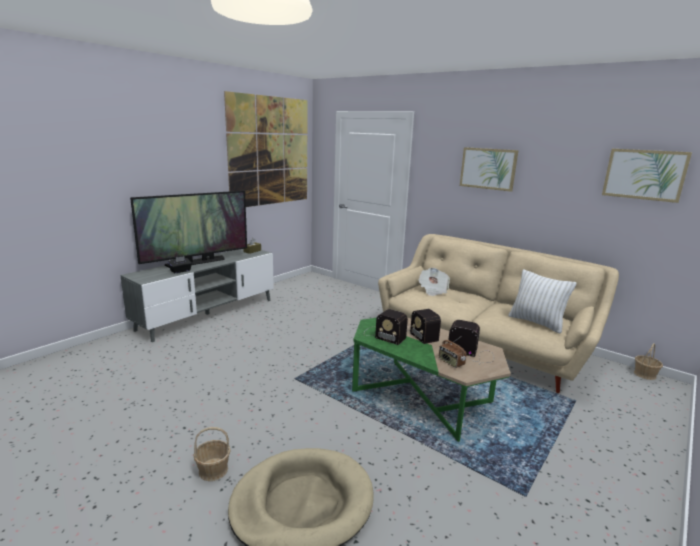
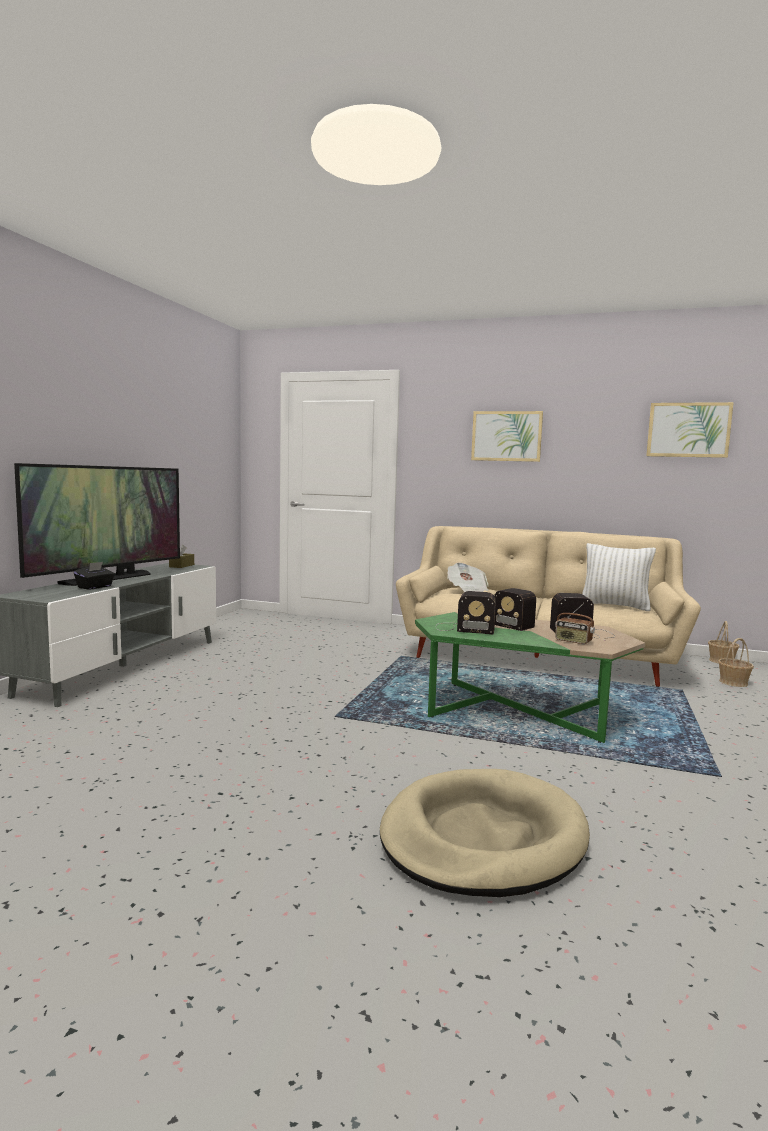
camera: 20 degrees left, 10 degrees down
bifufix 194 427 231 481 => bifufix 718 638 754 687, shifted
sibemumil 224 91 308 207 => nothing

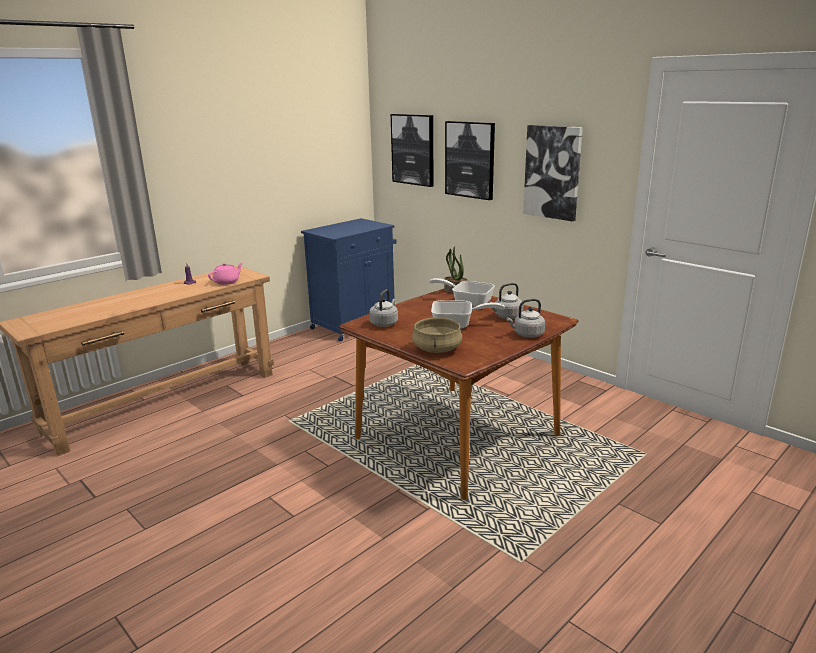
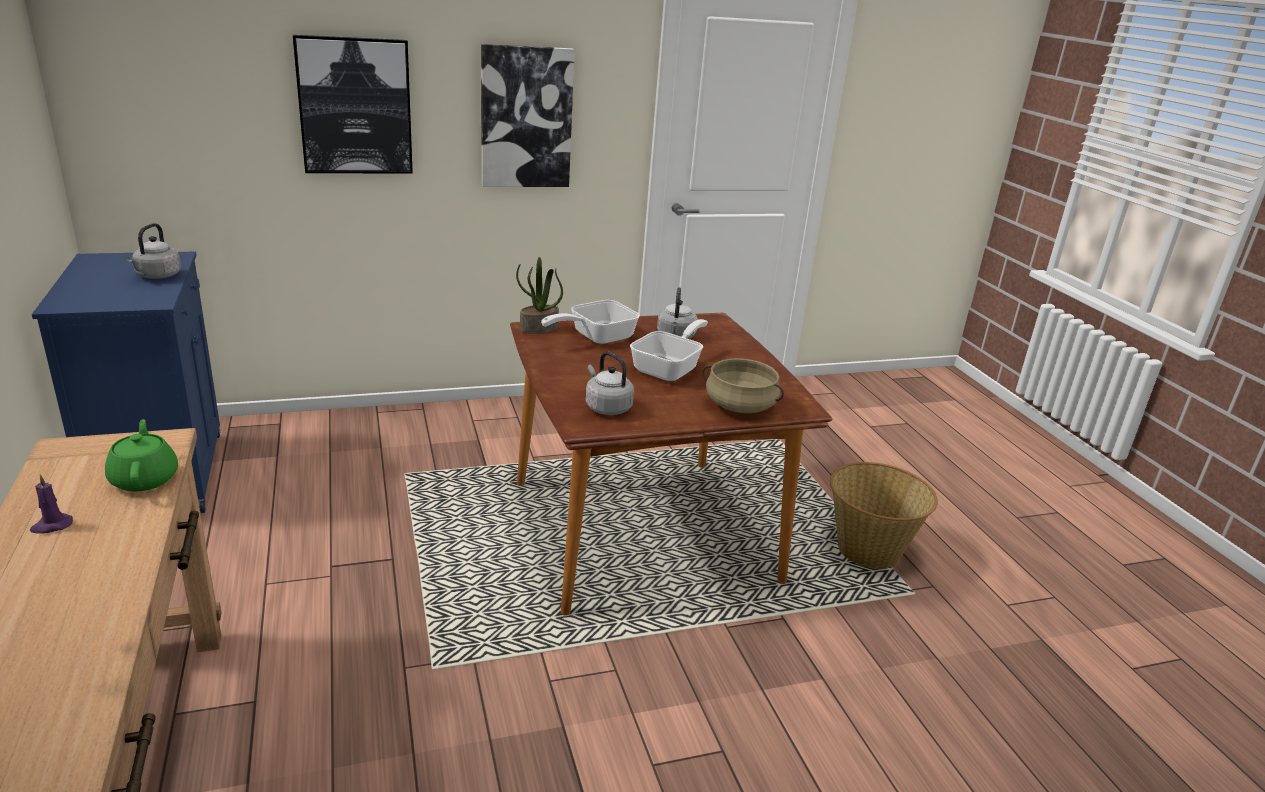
camera: 65 degrees left, 5 degrees up
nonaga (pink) 208 262 243 285 => nonaga (green) 105 419 178 492
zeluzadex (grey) 507 299 545 338 => zeluzadex (grey) 127 223 181 279, shifted
nothing => bifufix 830 462 938 569
sibemumil 391 114 434 187 => nothing

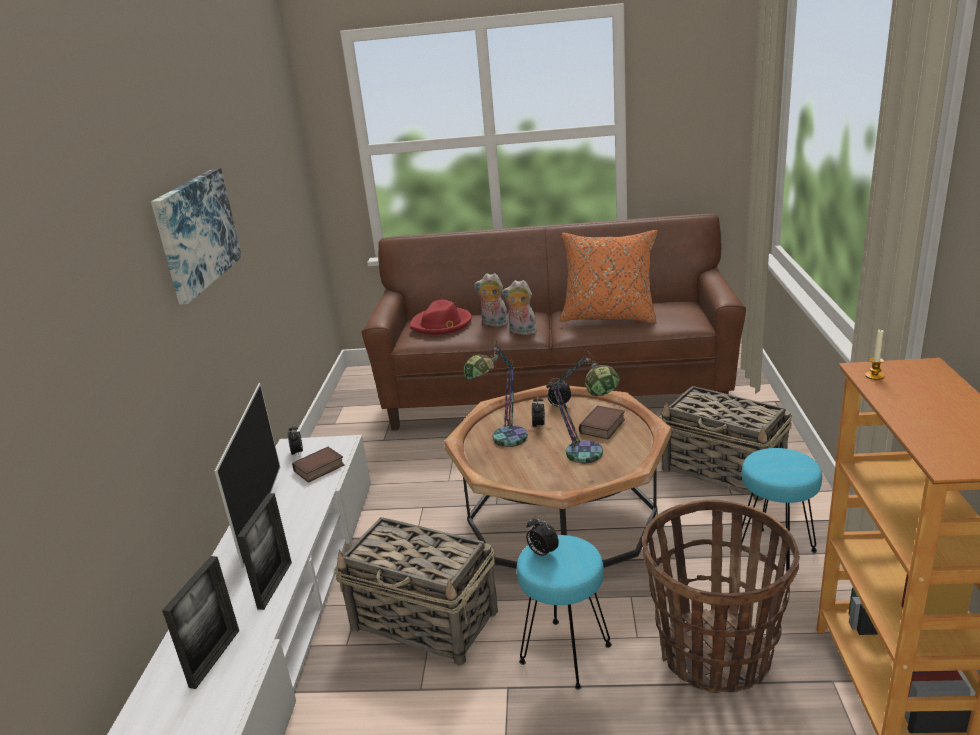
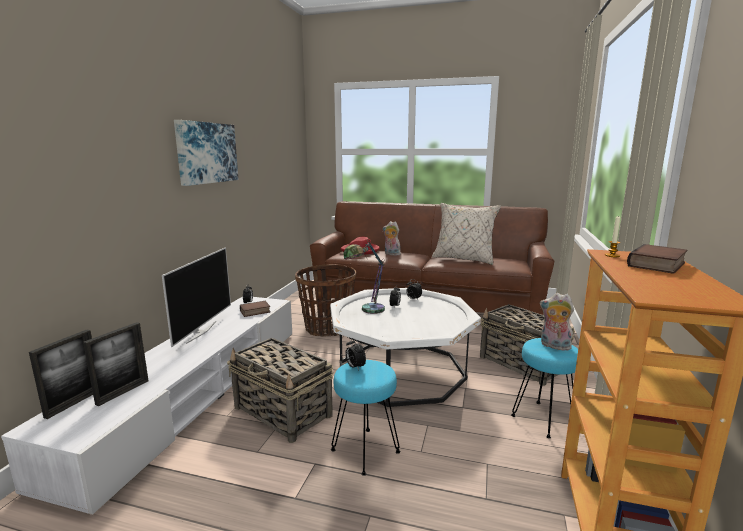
camera: 10 degrees right, 10 degrees down
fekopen 237 493 292 610 => fekopen 29 330 93 419, shifted
bifufix 642 499 800 693 => bifufix 295 264 356 337, shifted
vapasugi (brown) 444 385 671 569 => vapasugi (white) 330 288 481 407
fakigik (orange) 560 230 658 324 => fakigik (beige) 432 203 501 265
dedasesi 502 280 537 335 => dedasesi 540 293 574 351, shifted
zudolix 579 405 625 439 => zudolix 627 244 687 274, shifted
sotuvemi 550 350 620 464 => nothing

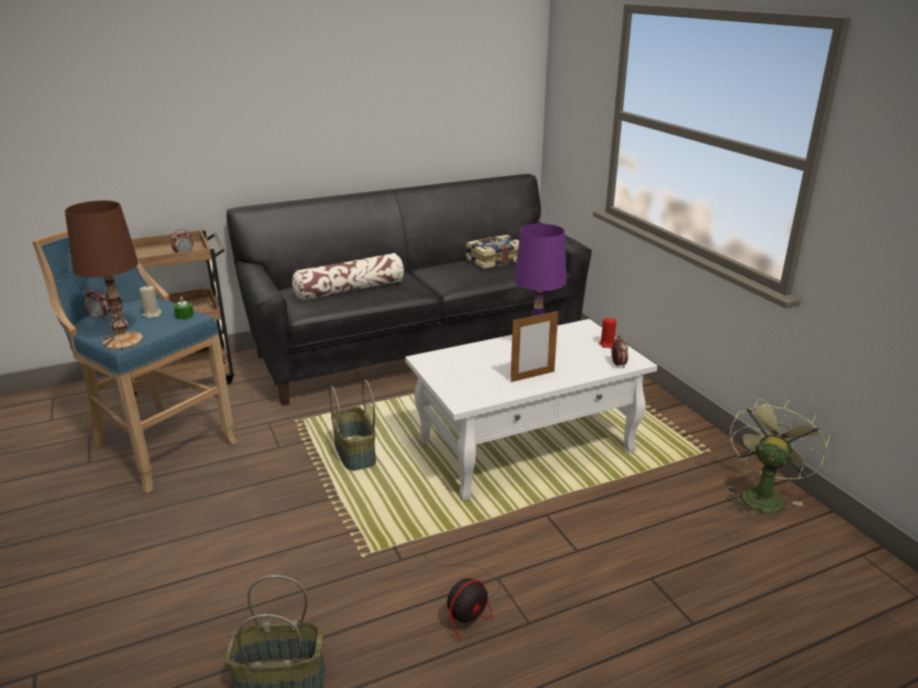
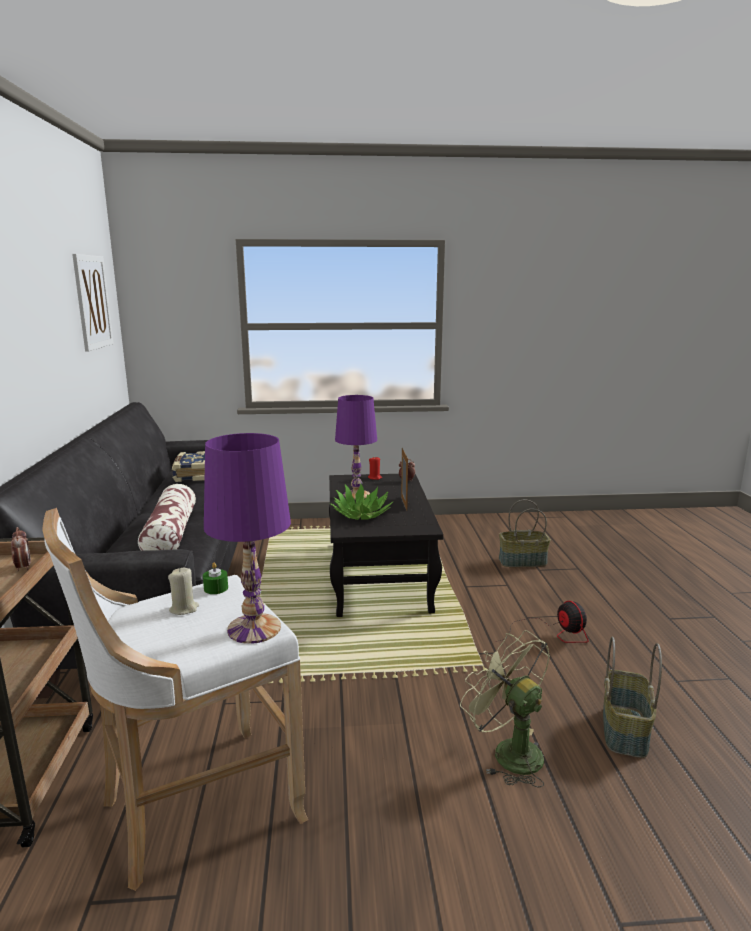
camera: 70 degrees left, 10 degrees down
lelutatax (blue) 32 220 238 493 => lelutatax (white) 42 508 308 891
nothing => sibemumil 72 254 114 352
sotuvemi (brown) 65 200 143 349 => sotuvemi (purple) 204 433 291 644
vapasugi (white) 405 319 658 500 => vapasugi (black) 329 474 443 617
nothing => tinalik 330 483 394 520
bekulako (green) 727 398 830 516 => bekulako (green) 460 630 550 788, shifted
bifufix 329 379 376 471 => bifufix 499 500 551 567, shifted
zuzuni 84 288 109 320 => nothing

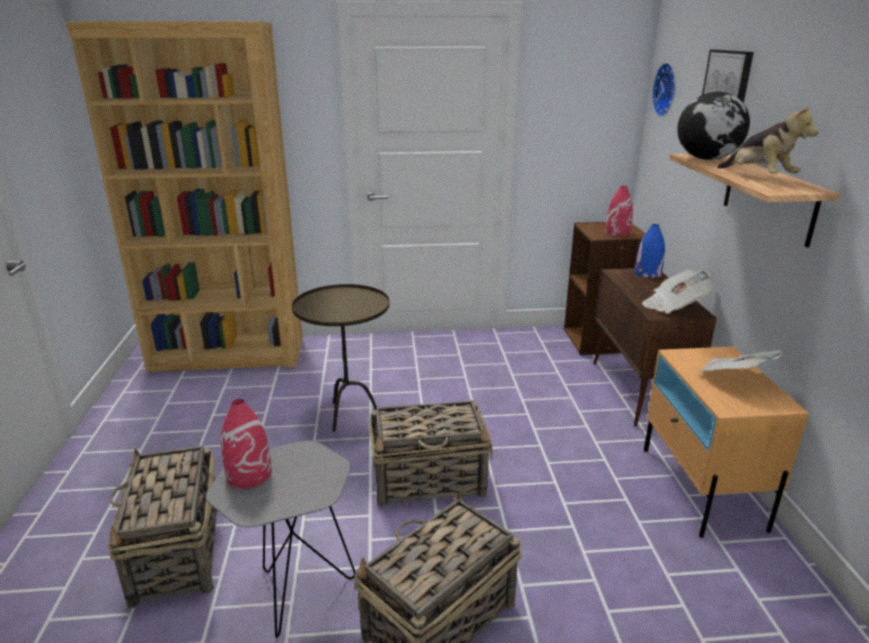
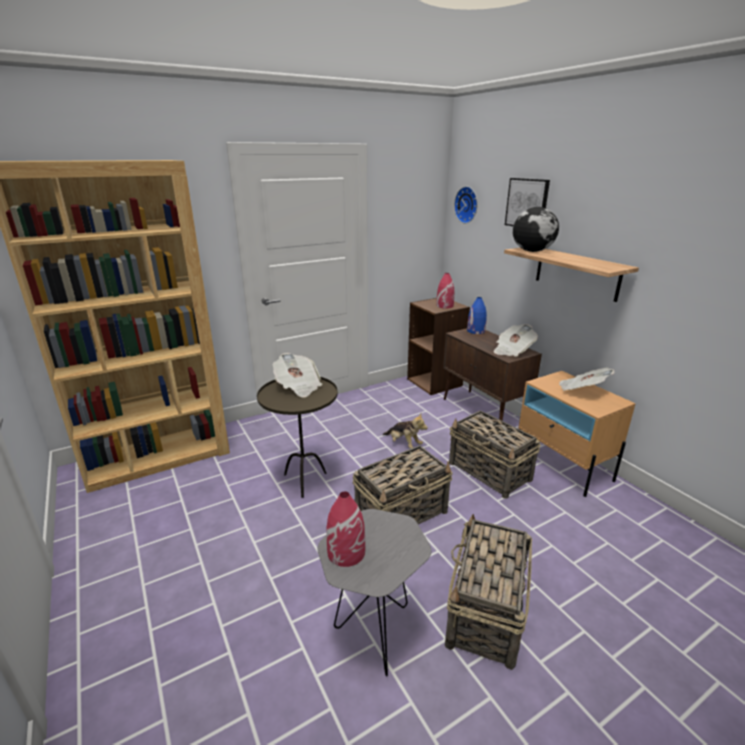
camera: 25 degrees left, 0 degrees up
nothing => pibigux 272 353 322 398
dedasesi 717 103 818 174 => dedasesi 383 414 428 449, shifted
bifufix 108 446 217 608 => bifufix 449 410 541 499, shifted

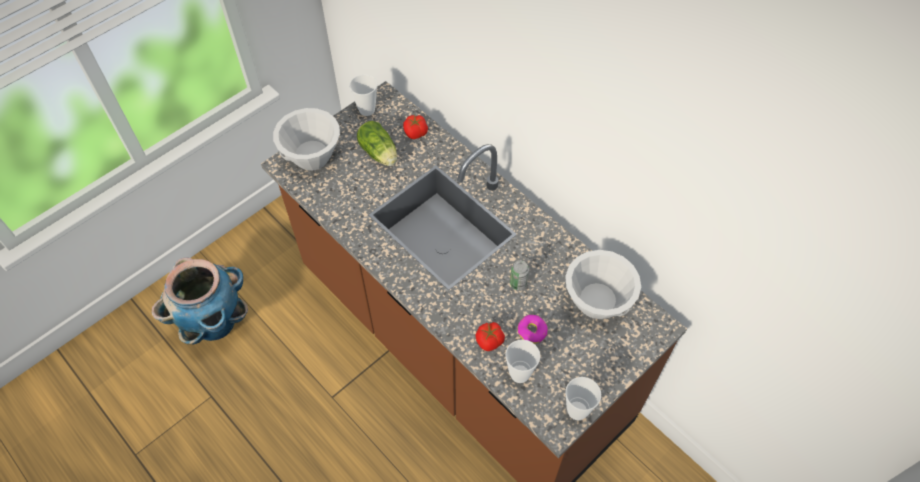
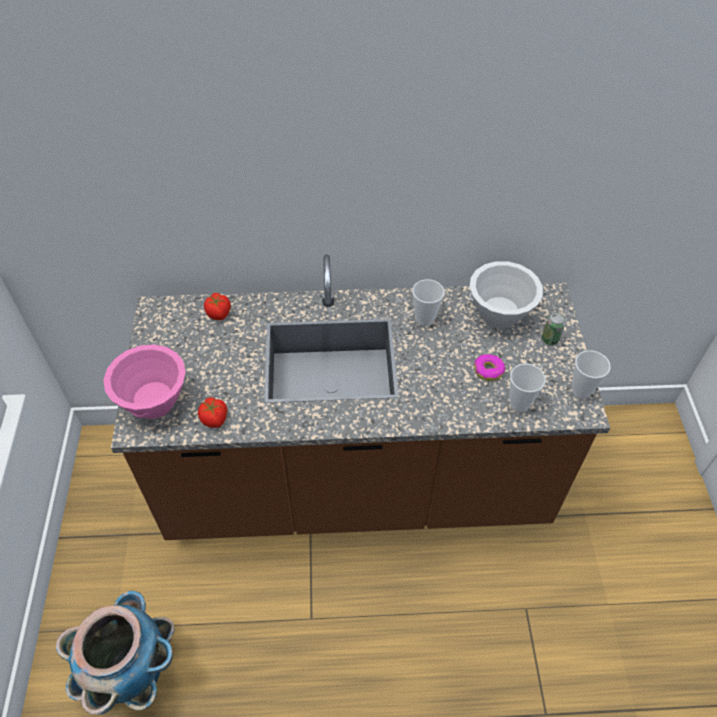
camera: 50 degrees left, 5 degrees down
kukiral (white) 273 108 340 170 => kukiral (pink) 103 344 186 419
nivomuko 475 322 505 351 => nivomuko 198 397 228 428, shifted
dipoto 349 74 377 116 => dipoto 412 279 445 326, shifted
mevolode 510 261 529 290 => mevolode 542 312 566 345, shifted
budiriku 357 121 397 166 => nothing

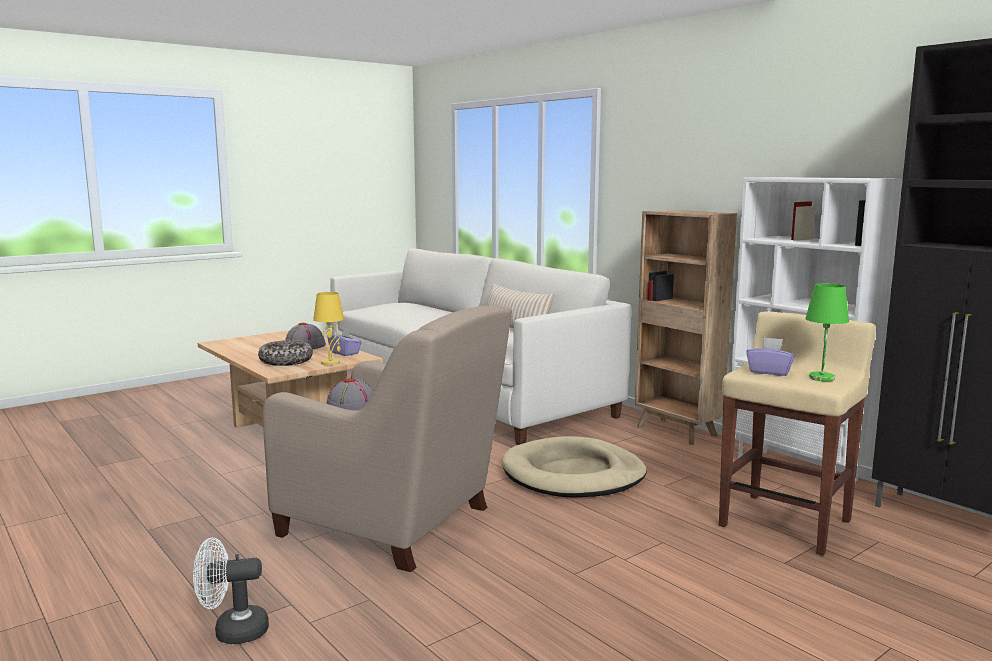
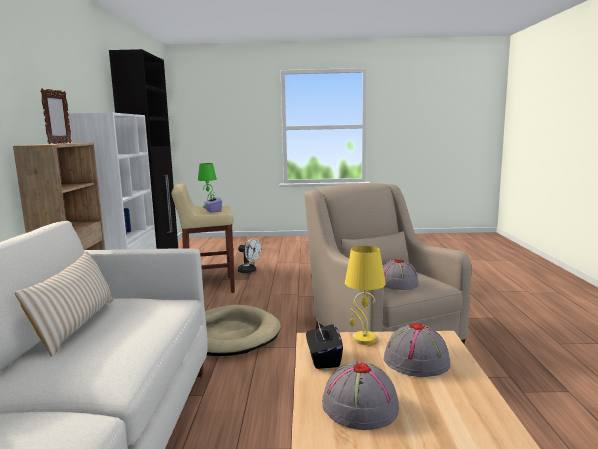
camera: 140 degrees left, 0 degrees up
nothing => fekopen 40 88 72 144
bekulako (white) 193 538 269 644 => bekulako (white) 238 238 261 273, shifted
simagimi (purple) 327 328 362 356 => simagimi (black) 306 322 343 369
kukiral 258 340 313 366 => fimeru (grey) 384 323 450 377

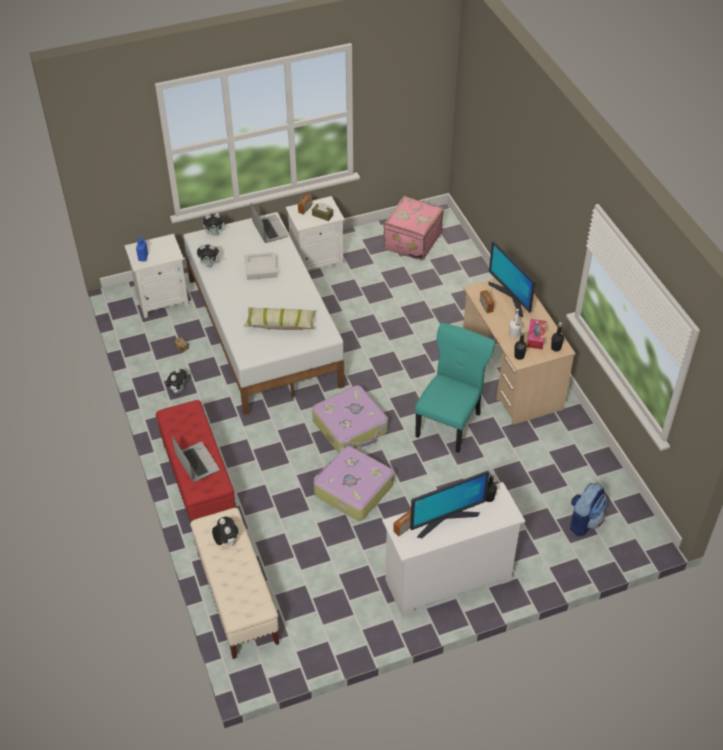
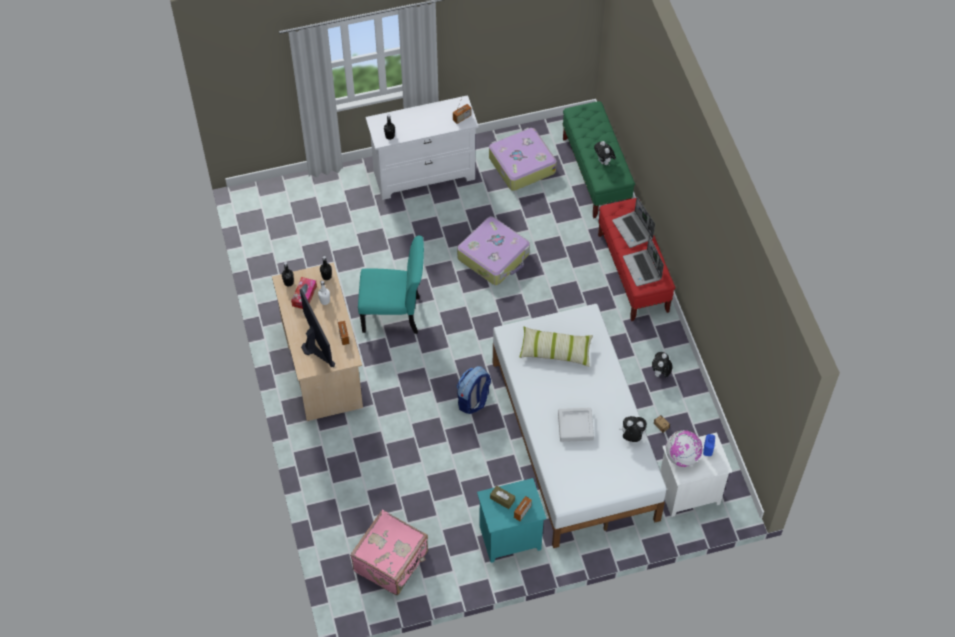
camera: 175 degrees left, 10 degrees up
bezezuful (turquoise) 415 323 495 453 => bezezuful (turquoise) 358 235 424 334, 120 degrees counterclockwise
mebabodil 570 483 607 536 => mebabodil 457 366 491 414, shifted
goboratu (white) 285 196 345 271 => goboratu (turquoise) 477 478 546 563
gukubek 312 385 388 453 => gukubek 489 127 557 191, shifted
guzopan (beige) 190 508 279 659 => guzopan (green) 563 101 635 218
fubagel 251 203 288 243 => fubagel 623 235 664 286, shifted
nothing => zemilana 666 430 703 467
dedasesi 203 213 227 236 => nothing
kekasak 410 471 489 538 => nothing

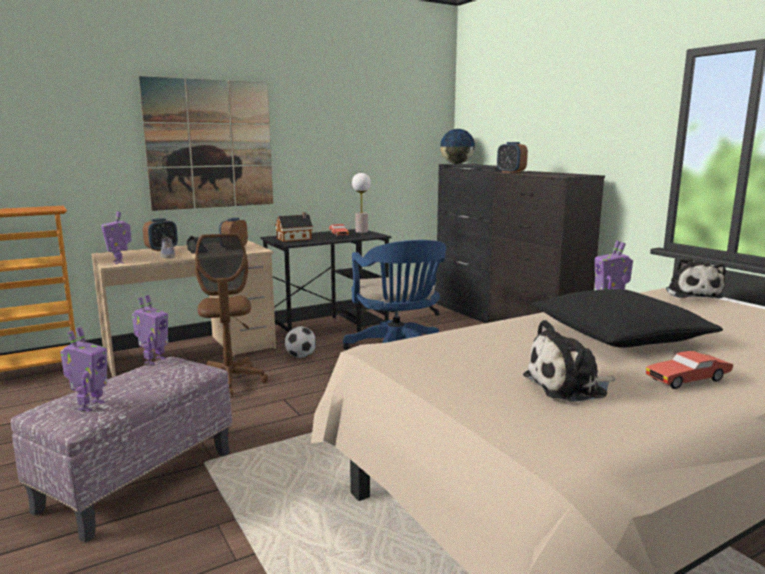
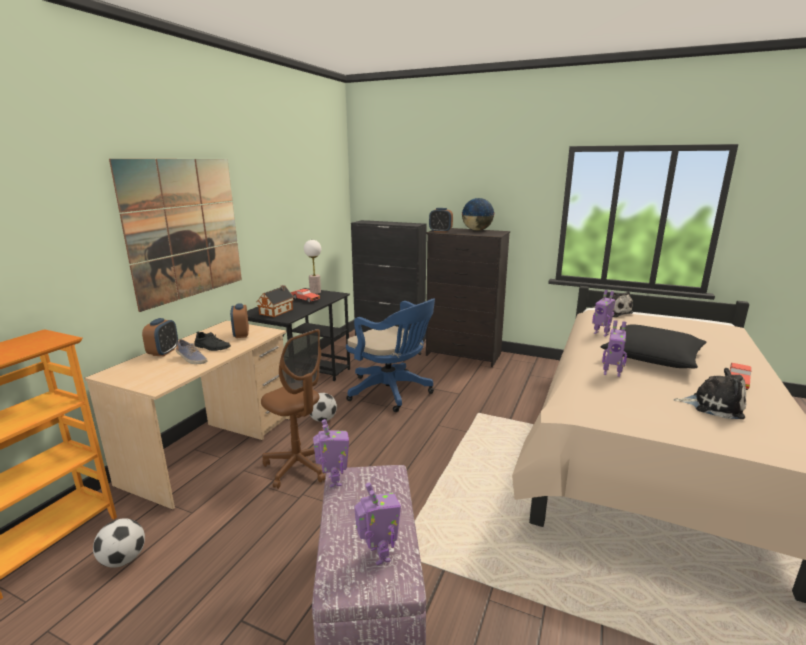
camera: 35 degrees left, 5 degrees up
nothing => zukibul 93 518 145 568
zemilana 440 129 475 164 => zemilana 461 198 495 231, shifted
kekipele 101 211 131 264 => kekipele 602 320 627 377, shifted
dedasesi 523 320 615 402 => dedasesi 673 368 746 419, 105 degrees counterclockwise

